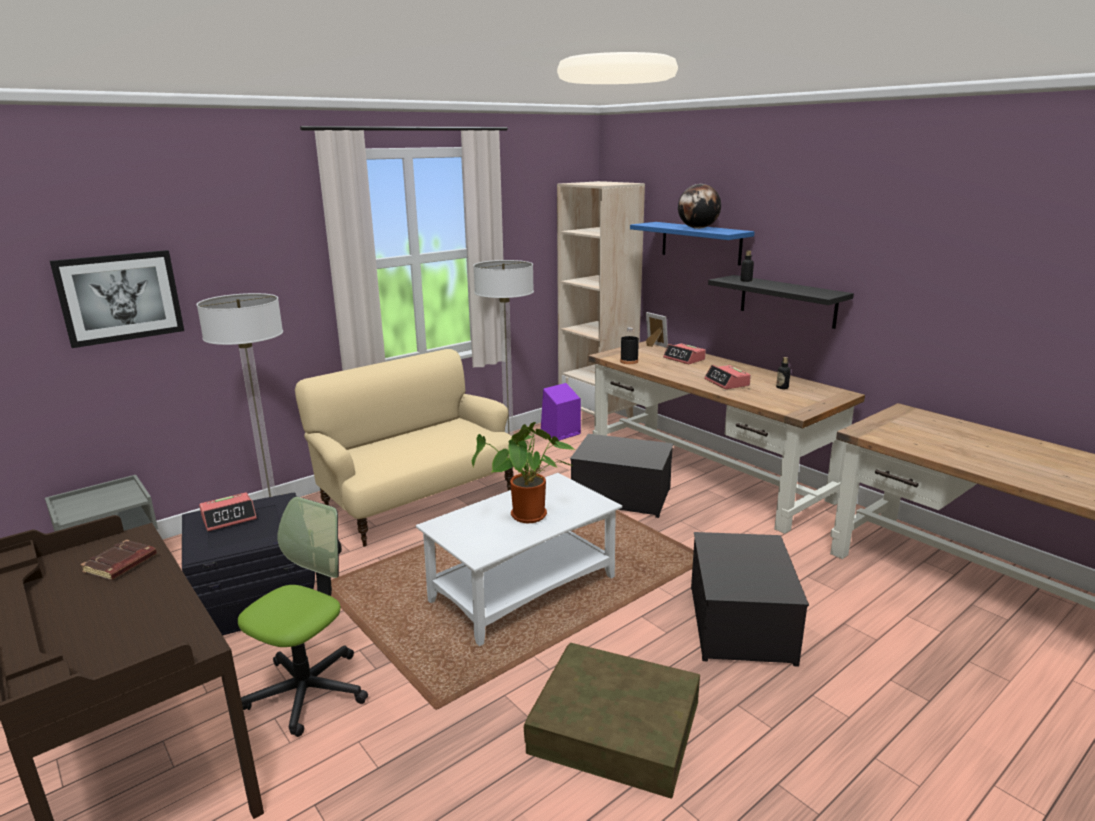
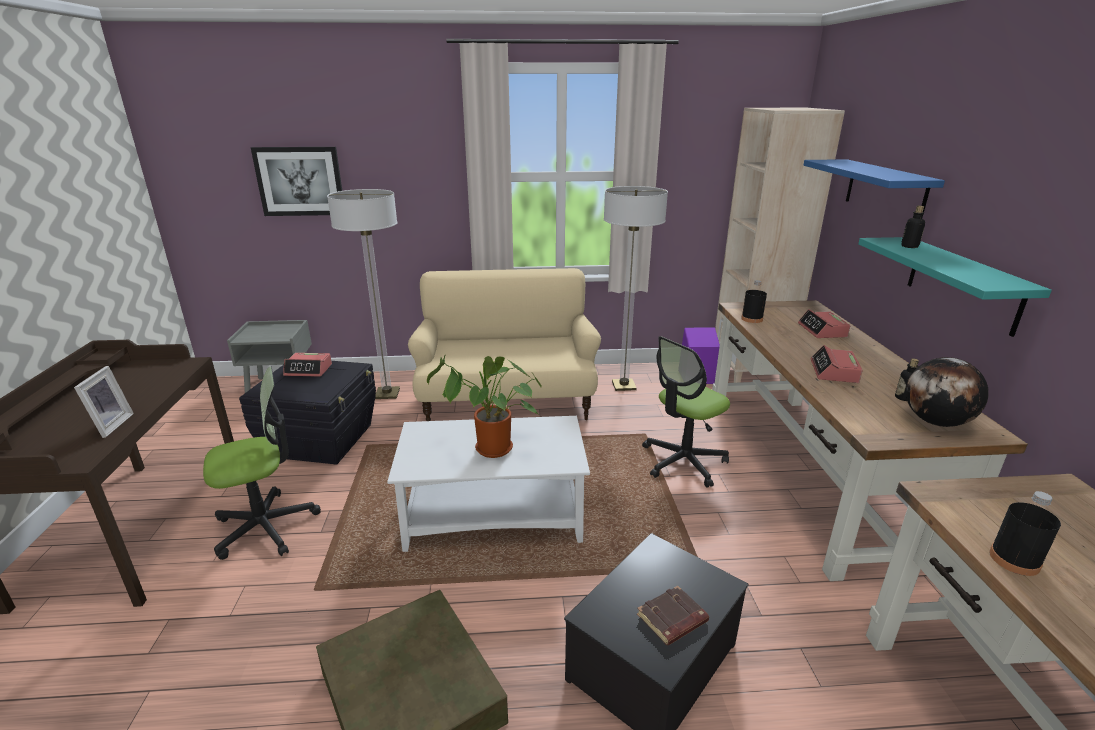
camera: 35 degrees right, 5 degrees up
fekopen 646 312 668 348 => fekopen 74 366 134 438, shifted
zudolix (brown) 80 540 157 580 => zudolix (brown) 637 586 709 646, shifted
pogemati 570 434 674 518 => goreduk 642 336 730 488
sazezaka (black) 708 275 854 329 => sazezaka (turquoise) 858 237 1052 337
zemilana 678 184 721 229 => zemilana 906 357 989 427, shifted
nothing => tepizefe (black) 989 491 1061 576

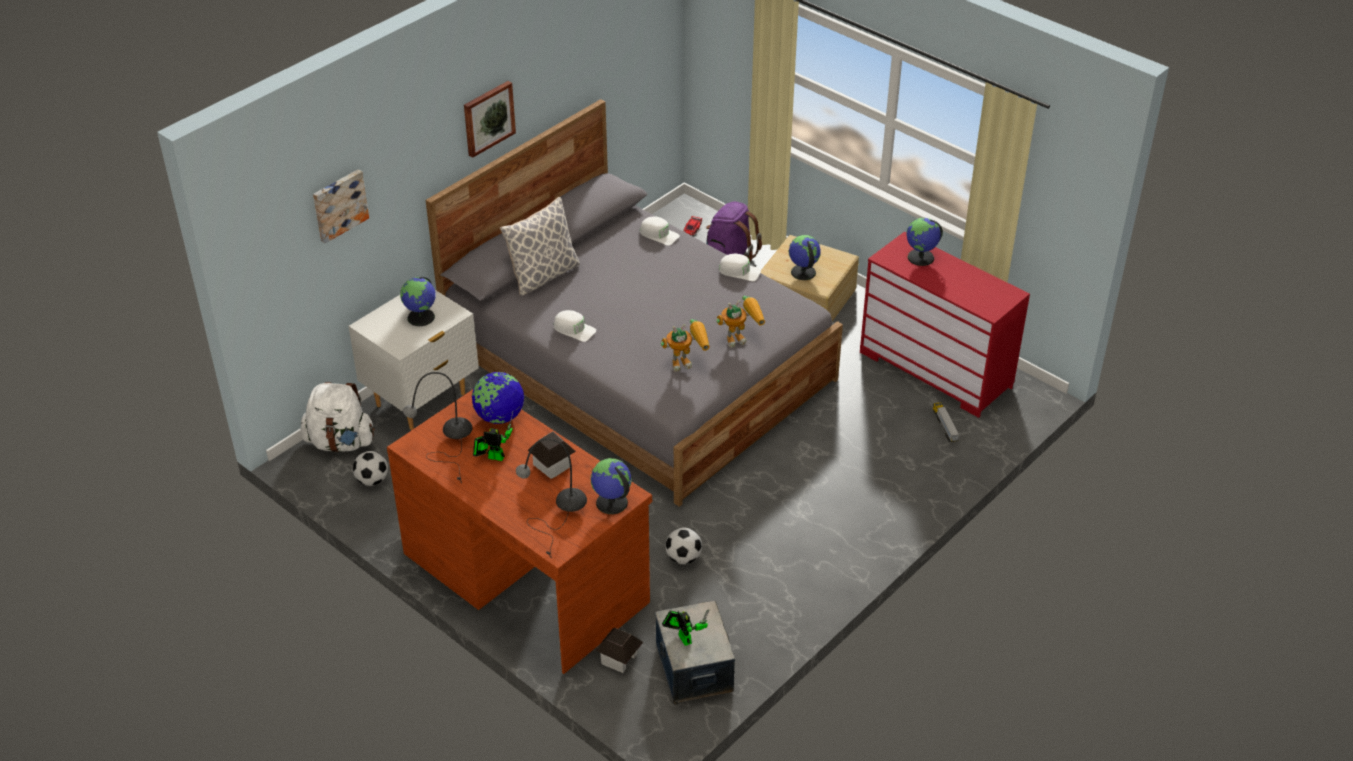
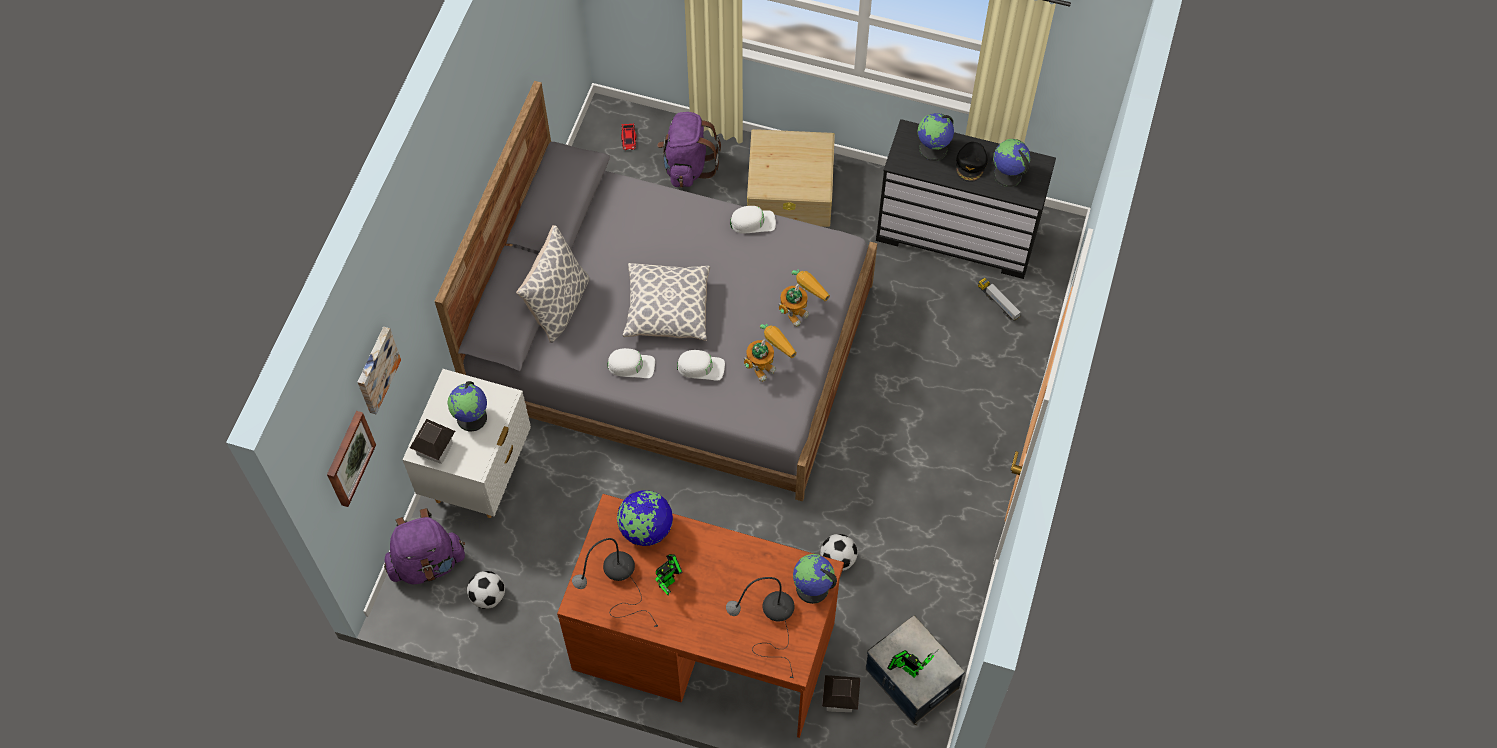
camera: 25 degrees left, 20 degrees up
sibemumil 464 81 516 158 => sibemumil 327 411 376 507, shifted
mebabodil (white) 301 382 375 452 => mebabodil (purple) 384 508 465 585
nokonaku 528 431 576 479 => nokonaku 410 419 455 464, shifted
nothing => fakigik 623 263 710 341
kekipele 473 412 513 461 => kekipele 655 554 683 596, 150 degrees clockwise
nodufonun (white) 640 217 680 246 => nodufonun (white) 677 350 725 381, shifted
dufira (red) 860 232 1030 418 => dufira (black) 876 119 1056 279
nothing => nodufonun (black) 956 142 988 182
zemilana 789 235 821 280 => zemilana 993 139 1030 187, shifted

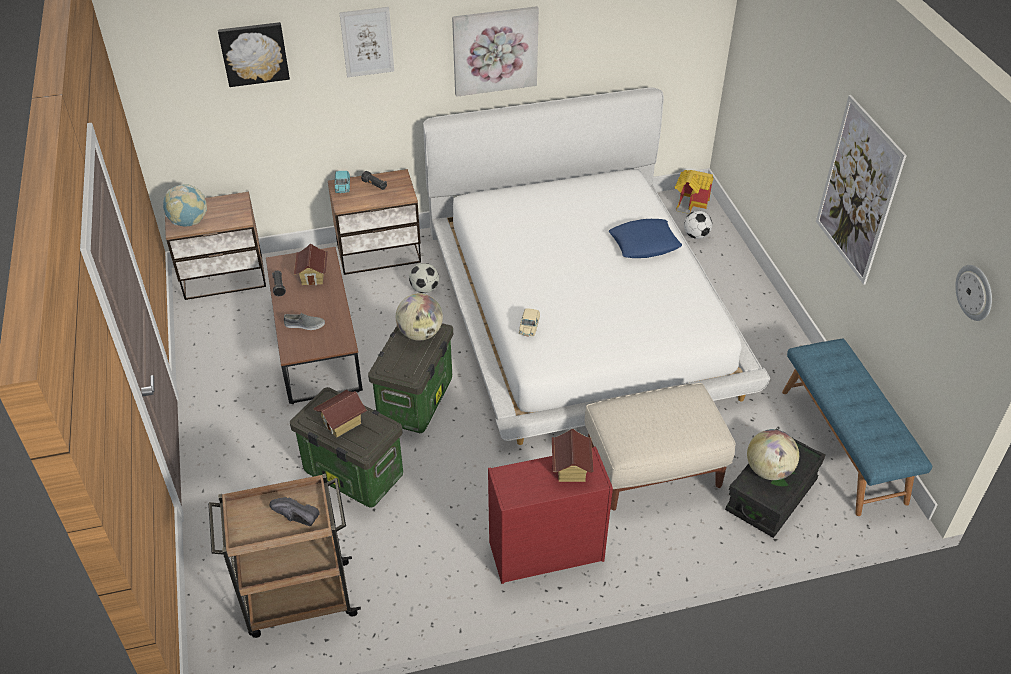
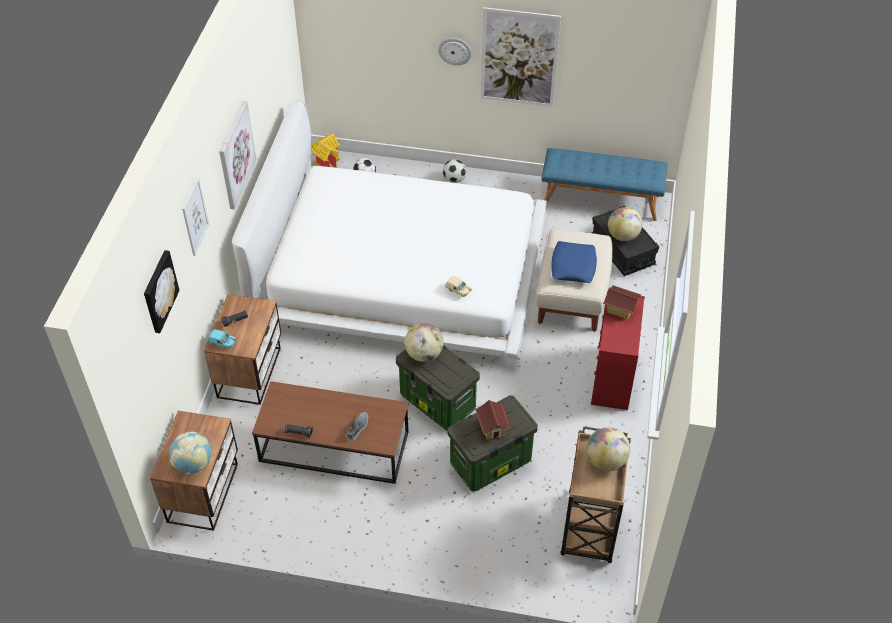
camera: 65 degrees left, 5 degrees up
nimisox 955 265 992 321 => nimisox 438 38 472 66, shifted
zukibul 409 263 439 293 => zukibul 443 159 466 183, shifted
fakigik (blue) 609 219 682 258 => fakigik (blue) 551 241 597 283, shifted
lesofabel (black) 270 497 320 526 => zemilana 586 427 630 471
nokonaku 294 244 328 285 => nothing

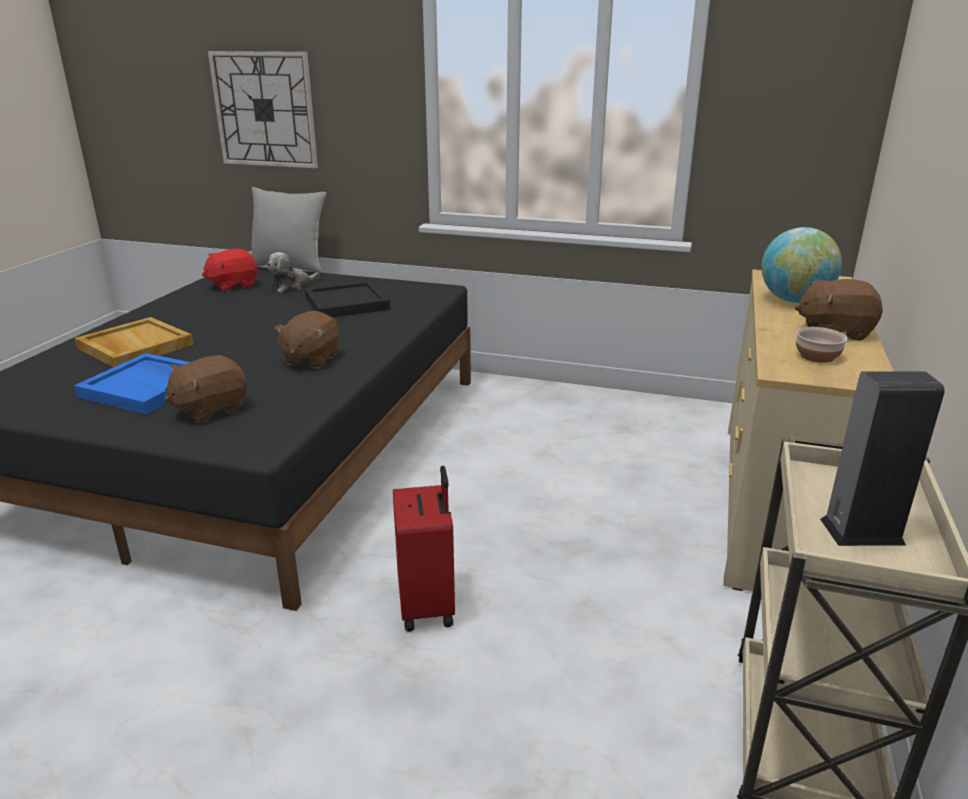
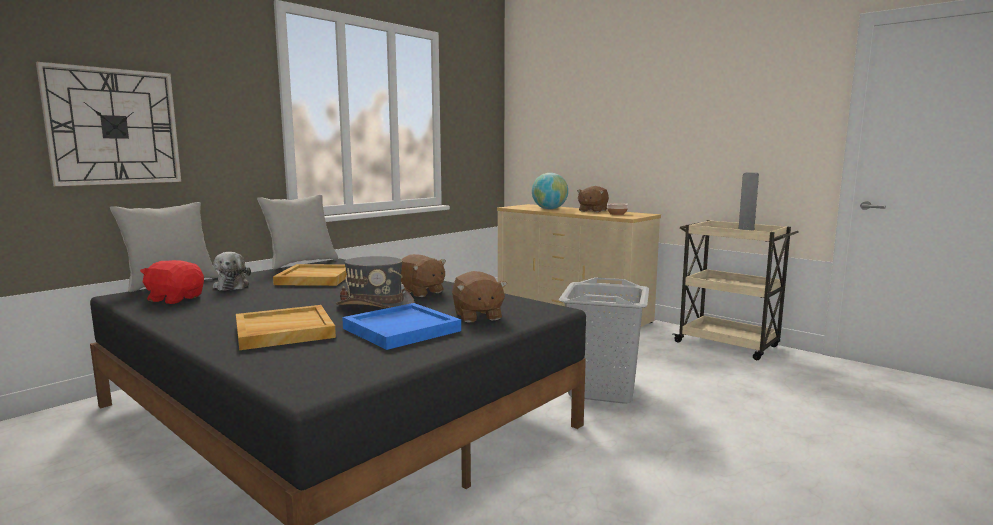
camera: 65 degrees left, 15 degrees down
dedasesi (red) 202 249 258 292 => dedasesi (red) 140 260 204 304, 120 degrees clockwise
nothing => fakigik (grey) 257 195 338 269
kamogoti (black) 305 281 390 317 => kamogoti (beige) 273 264 347 286
nothing => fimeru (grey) 336 256 414 308
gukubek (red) 393 466 455 632 => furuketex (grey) 559 277 649 404

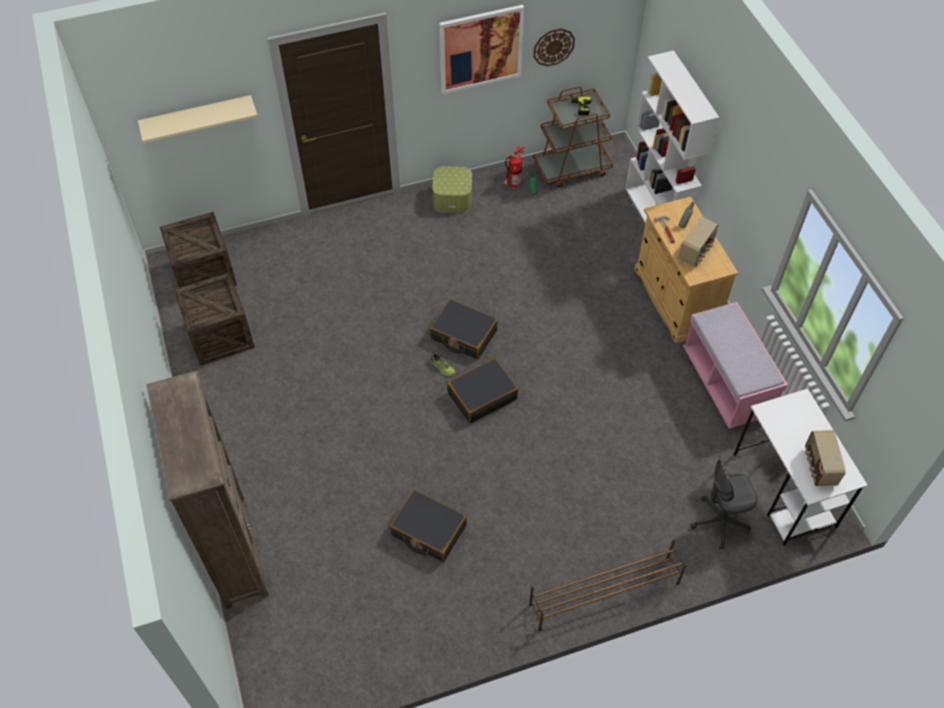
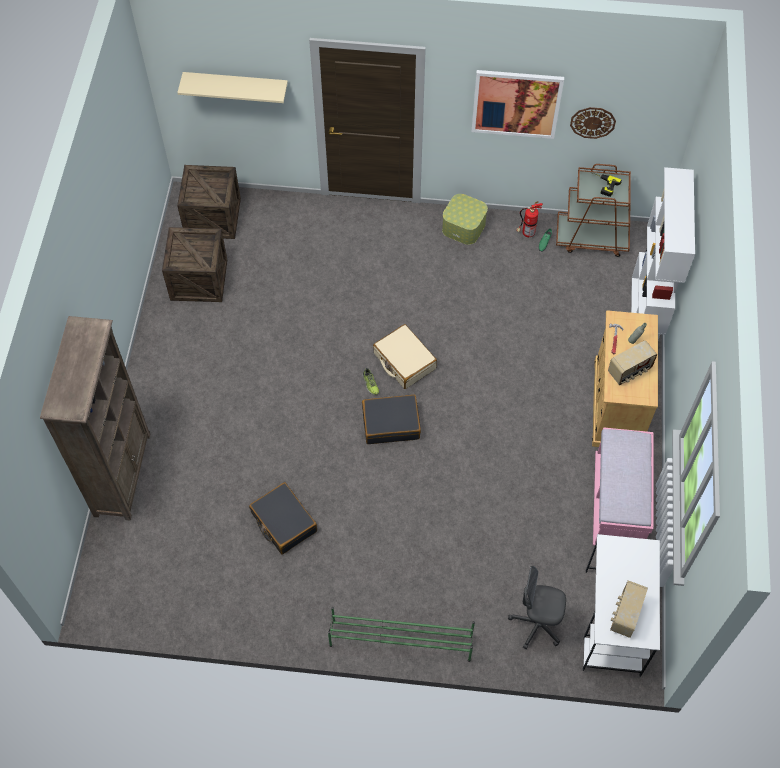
camera: 25 degrees right, 5 degrees up
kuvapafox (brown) 529 540 687 631 => kuvapafox (green) 328 607 475 662
gukubek (black) 430 299 498 360 => gukubek (beige) 373 324 437 389

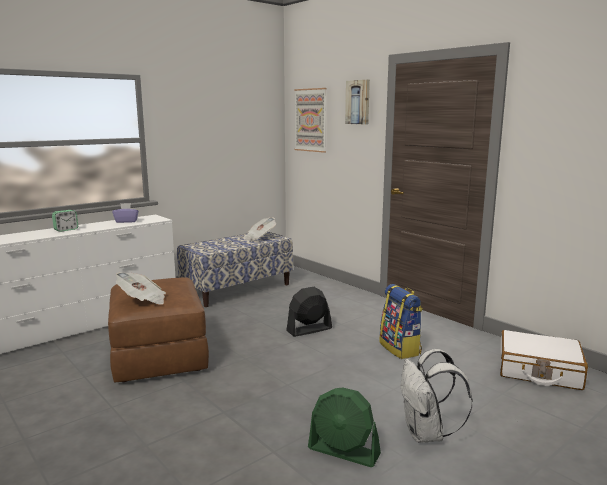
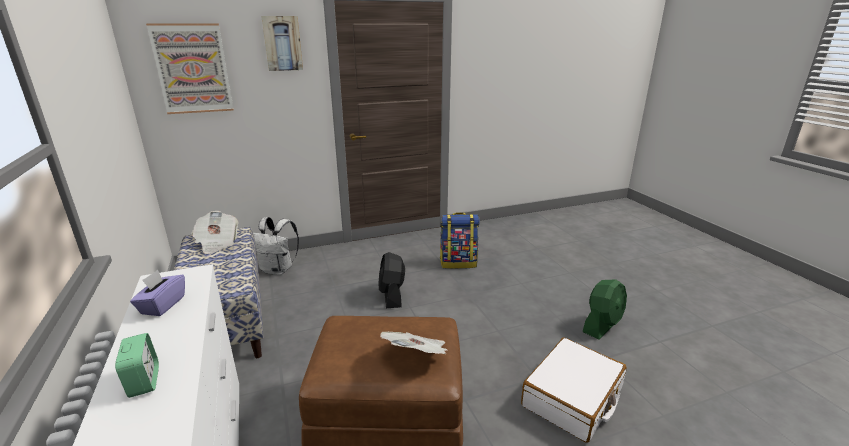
camera: 70 degrees left, 10 degrees up
mebabodil (white) 400 349 473 443 => mebabodil (white) 253 217 299 275, shifted
gukubek (white) 500 330 588 390 => gukubek (white) 521 337 627 443, shifted

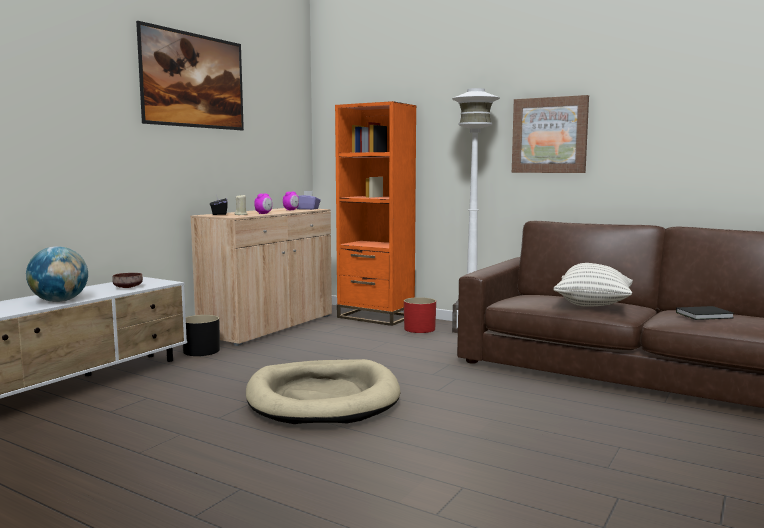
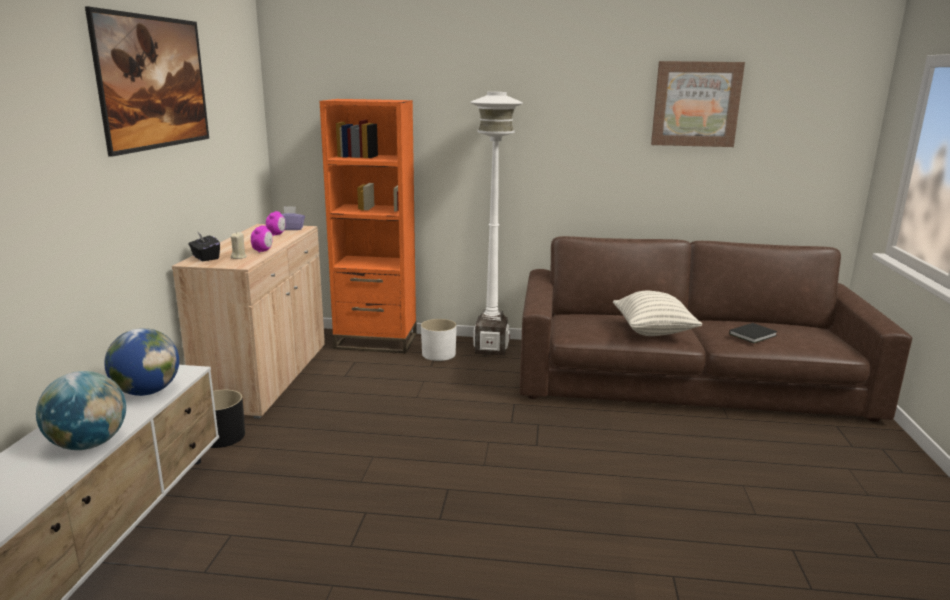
camera: 25 degrees left, 10 degrees up
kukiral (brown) 113 273 143 288 => zemilana 104 328 179 396
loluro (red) 404 297 436 333 => loluro (white) 421 319 456 361
sibemumil 512 95 589 173 => sibemumil 651 61 745 147, shifted
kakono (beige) 246 359 400 424 => nothing

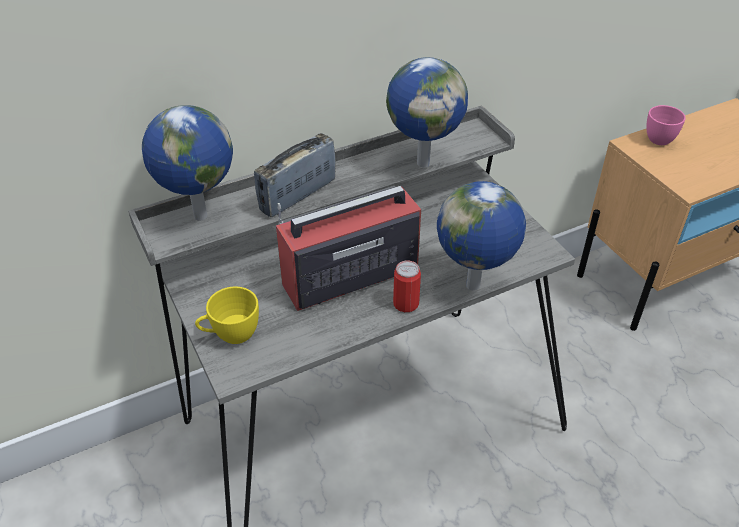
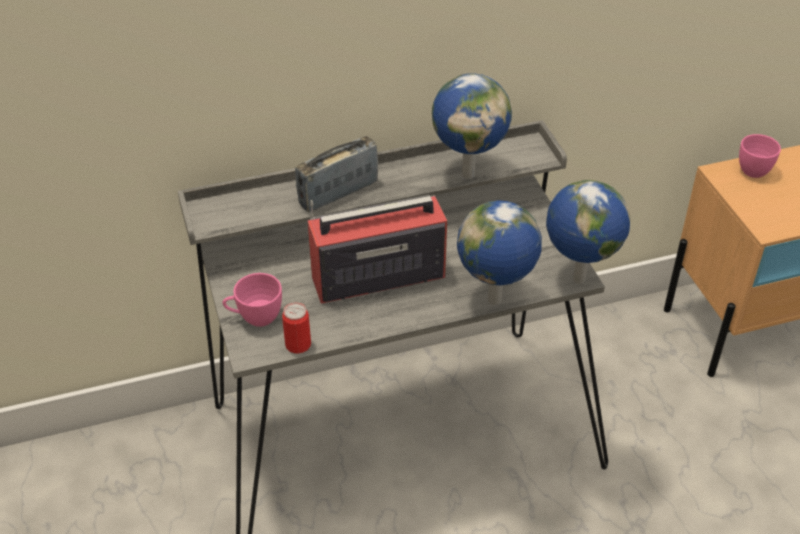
camera: 10 degrees right, 0 degrees up
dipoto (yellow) 195 287 259 344 => dipoto (pink) 223 273 282 327
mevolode 393 260 421 312 => mevolode 282 302 311 354, shifted
zemilana 142 105 233 221 => zemilana 546 180 630 284, shifted

